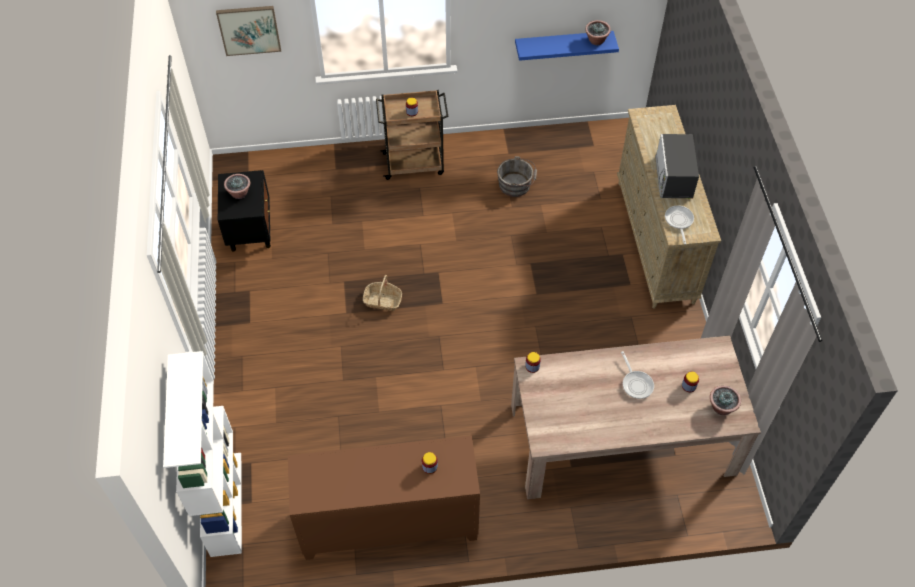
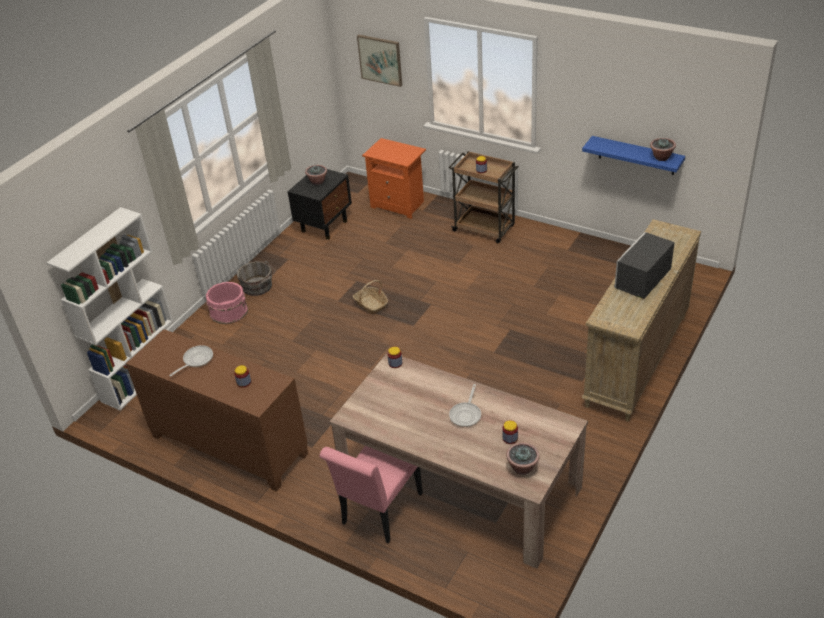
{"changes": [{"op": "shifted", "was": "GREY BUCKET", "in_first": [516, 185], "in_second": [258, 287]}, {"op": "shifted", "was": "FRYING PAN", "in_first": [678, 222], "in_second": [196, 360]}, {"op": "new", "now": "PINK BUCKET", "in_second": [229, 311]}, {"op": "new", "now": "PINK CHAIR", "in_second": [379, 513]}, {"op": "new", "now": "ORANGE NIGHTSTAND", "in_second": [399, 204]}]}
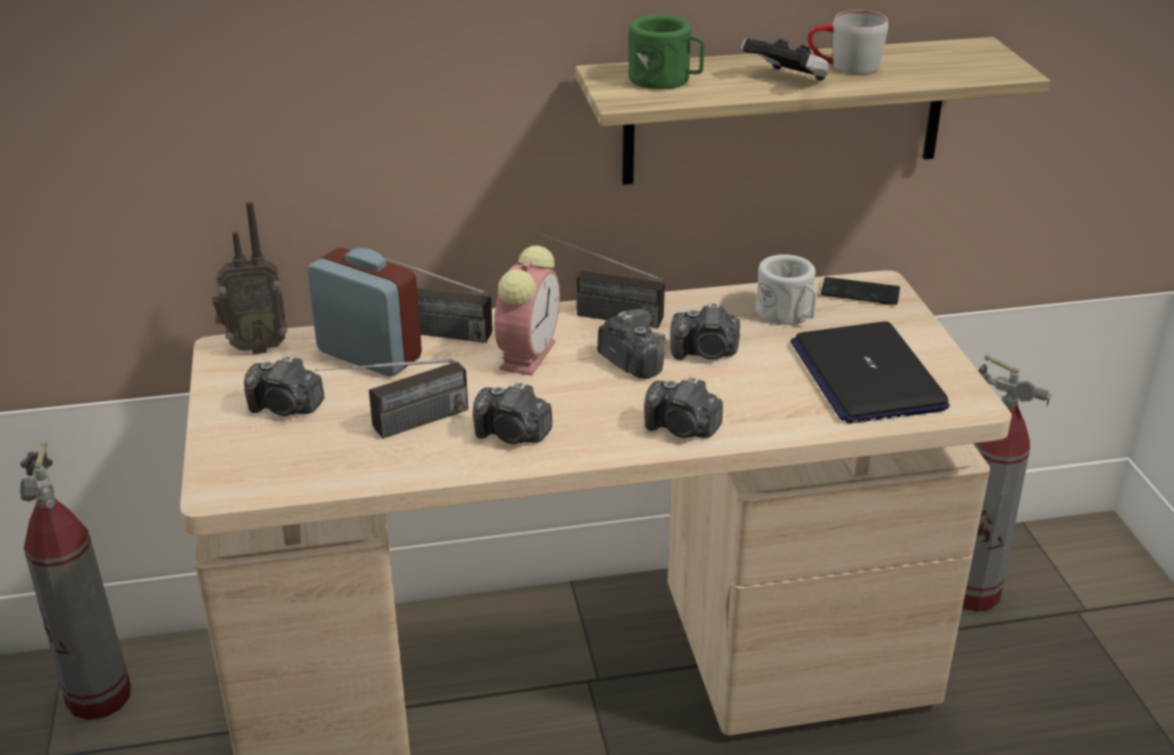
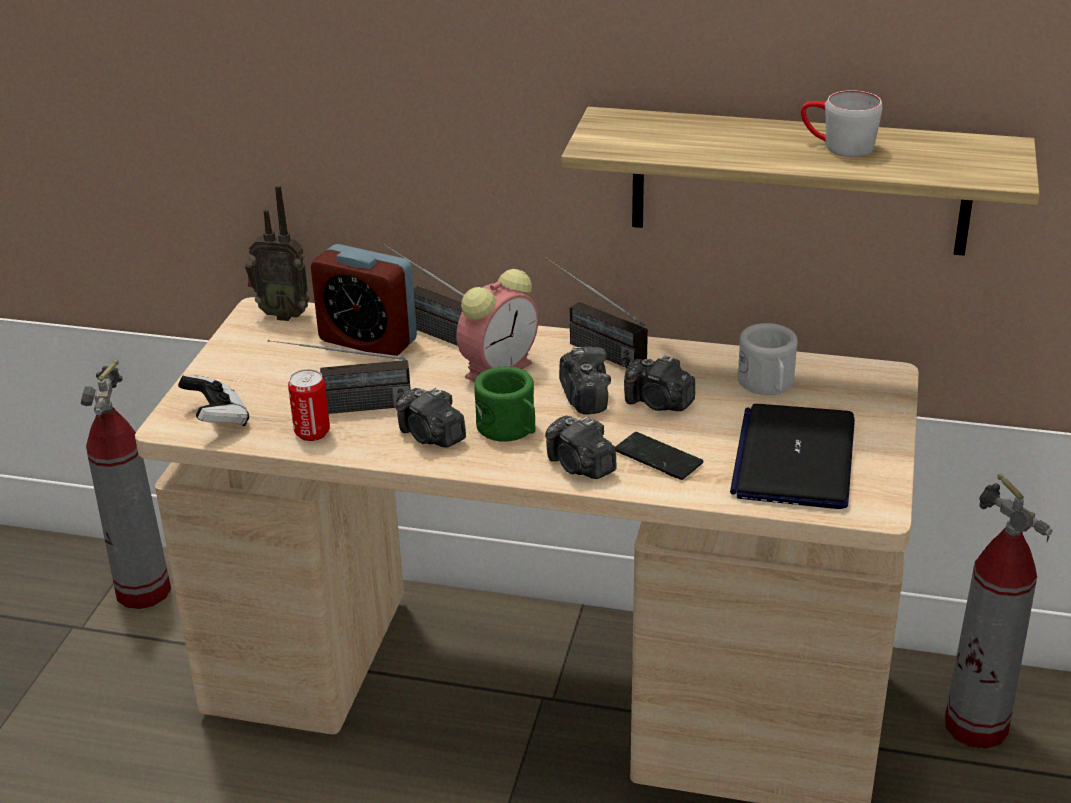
{"changes": [{"op": "gone", "was": "PHOTO CAMERA", "in_first": [286, 408]}, {"op": "rotated", "was": "ALARM CLOCK", "in_first": [369, 354], "in_second": [368, 340], "clockwise": 150}, {"op": "shifted", "was": "GREEN MUG", "in_first": [666, 80], "in_second": [510, 429]}, {"op": "shifted", "was": "GAME CONTROLLER", "in_first": [786, 80], "in_second": [217, 419]}, {"op": "shifted", "was": "PHONE", "in_first": [860, 293], "in_second": [658, 458]}, {"op": "new", "now": "CAN", "in_second": [312, 433]}]}
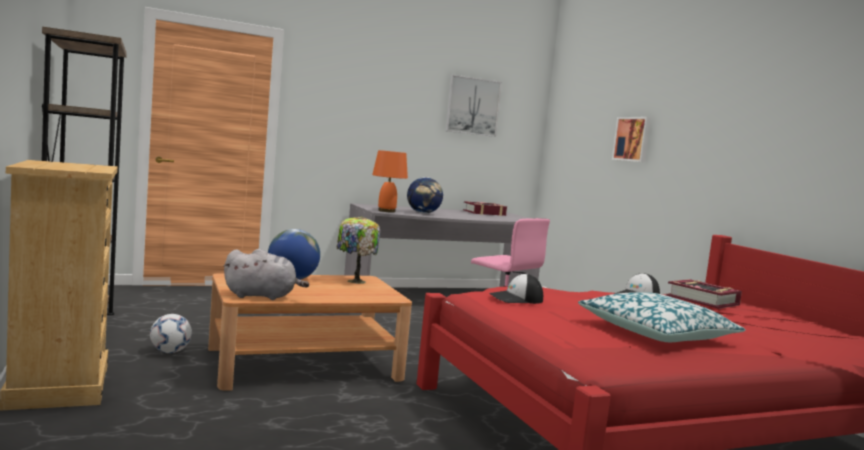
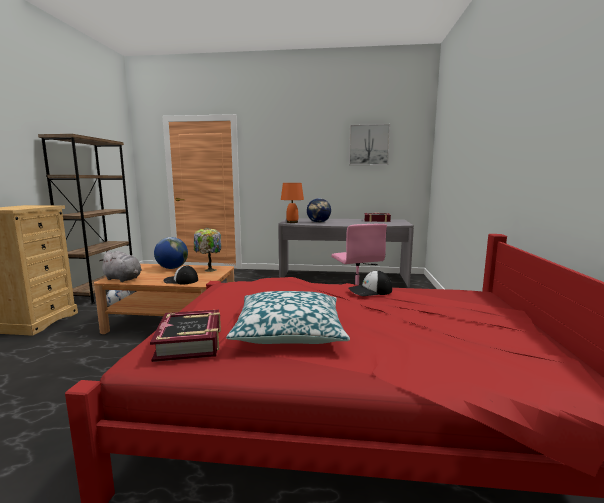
{"changes": [{"op": "shifted", "was": "CAP", "in_first": [516, 299], "in_second": [181, 281]}, {"op": "gone", "was": "PICTURE", "in_first": [633, 139]}, {"op": "shifted", "was": "BOOK", "in_first": [702, 300], "in_second": [190, 342]}]}
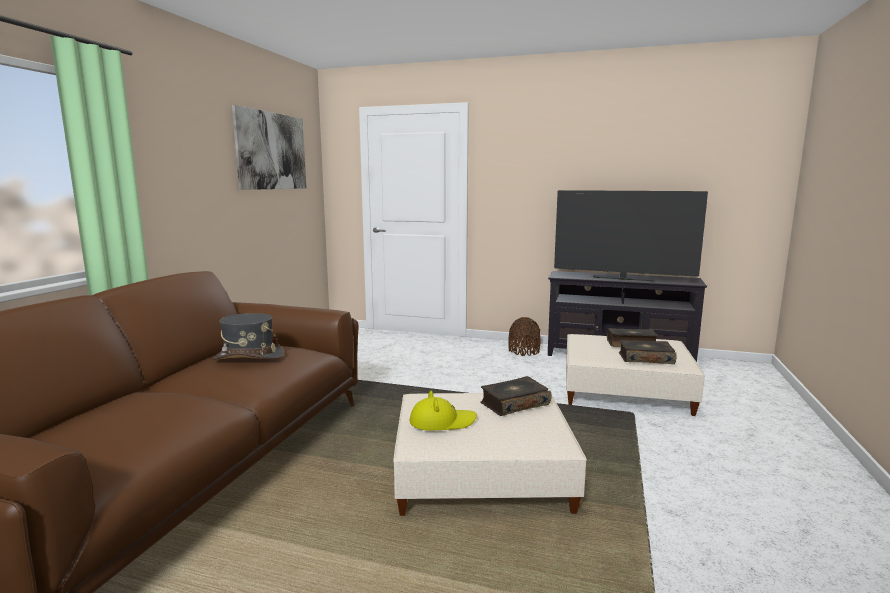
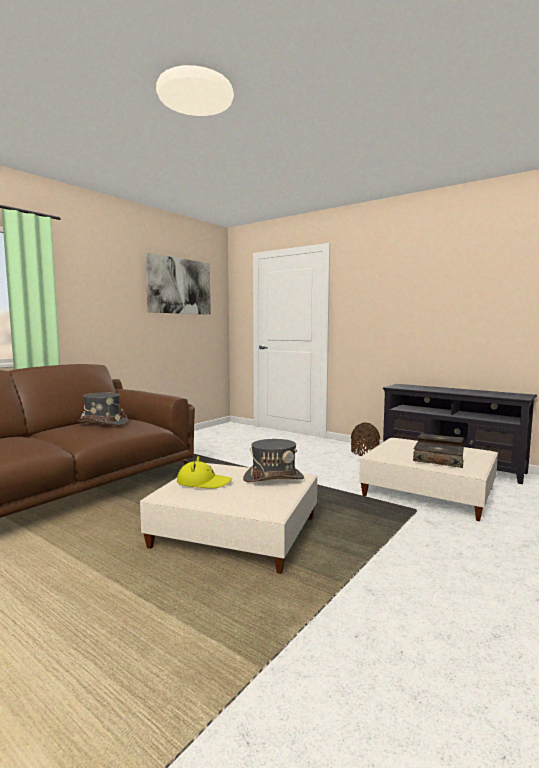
{"changes": [{"op": "swapped", "was": "BOOK", "now": "GREY HAT", "in_first": [514, 404], "in_second": [273, 478]}, {"op": "gone", "was": "TELEVISION", "in_first": [622, 278]}]}
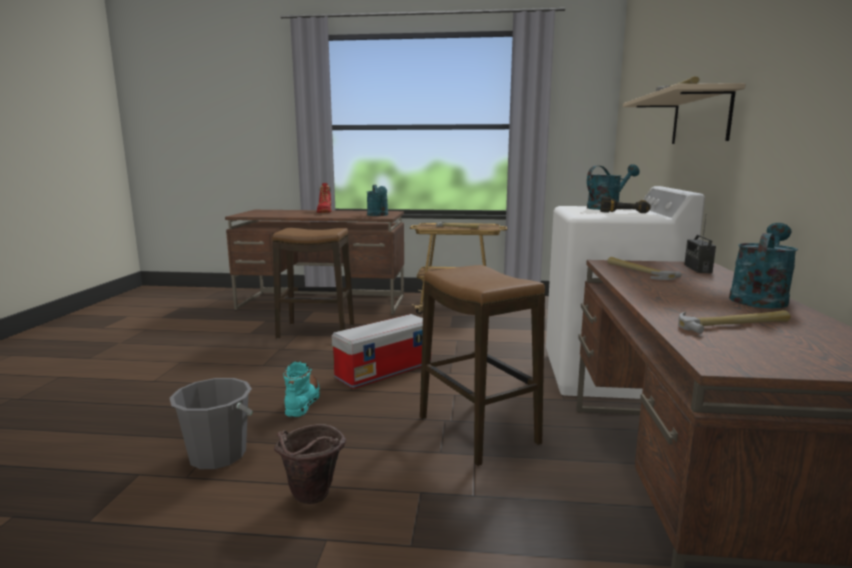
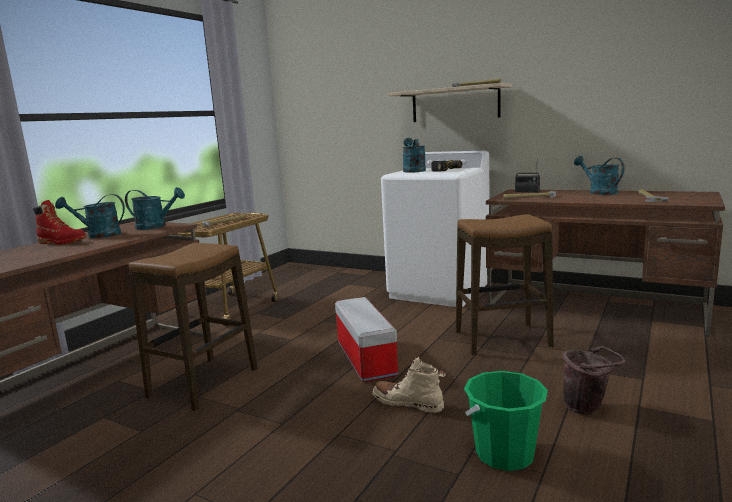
{"changes": [{"op": "repainted", "was": "GREY BUCKET", "now": "GREEN BUCKET", "in_first": [218, 455], "in_second": [504, 454]}, {"op": "repainted", "was": "TURQUOISE BOOT", "now": "BEIGE BOOT", "in_first": [303, 402], "in_second": [408, 403]}, {"op": "new", "now": "TURQUOISE WATERING CAN", "in_second": [98, 235]}]}
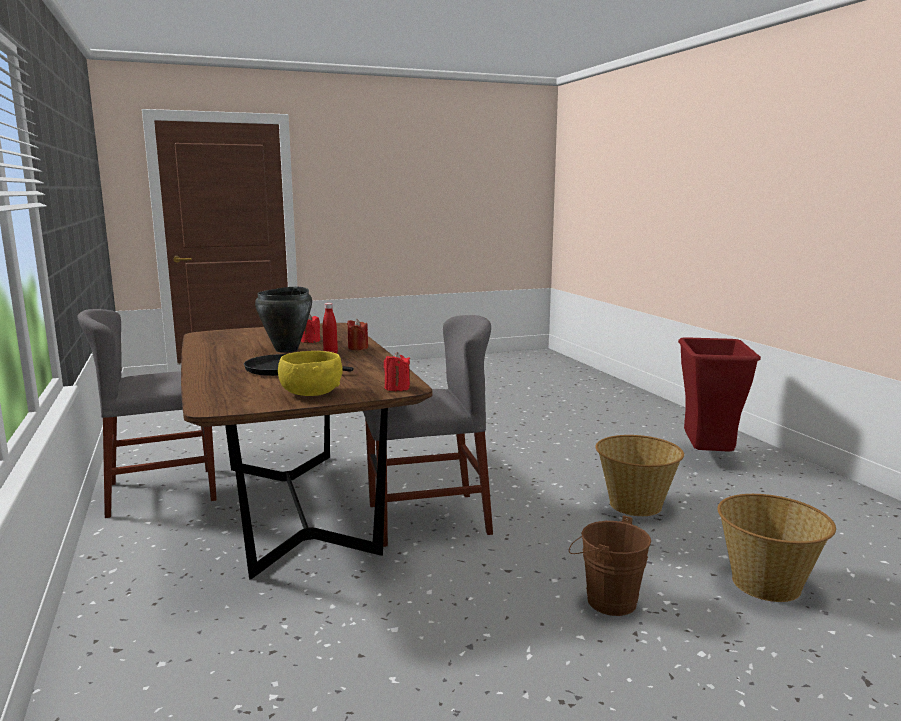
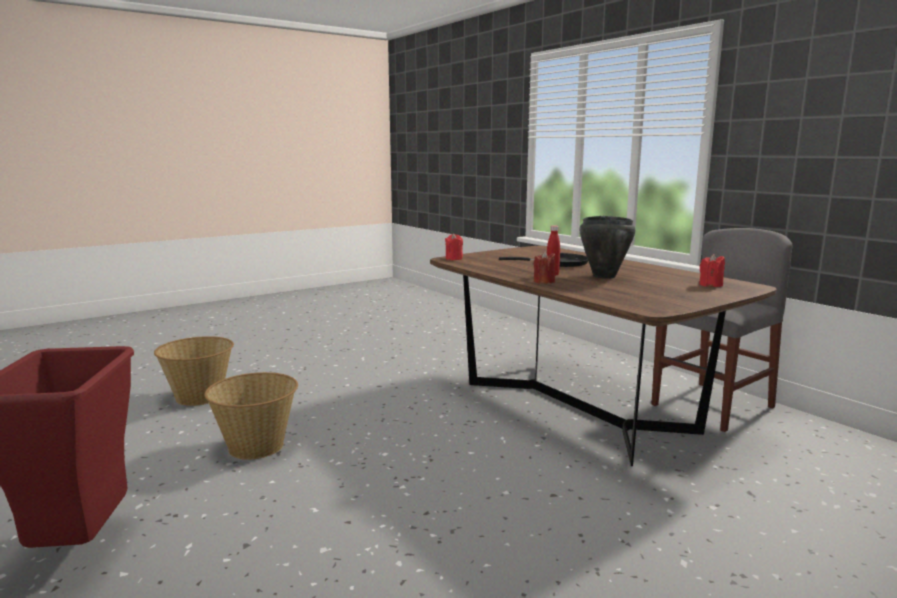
{"changes": [{"op": "gone", "was": "YELLOW BOWL", "in_first": [311, 394]}, {"op": "shifted", "was": "RED CANDLE", "in_first": [310, 341], "in_second": [710, 285]}, {"op": "gone", "was": "GREY CHAIR", "in_first": [428, 519]}, {"op": "gone", "was": "BROWN BUCKET", "in_first": [606, 600]}]}
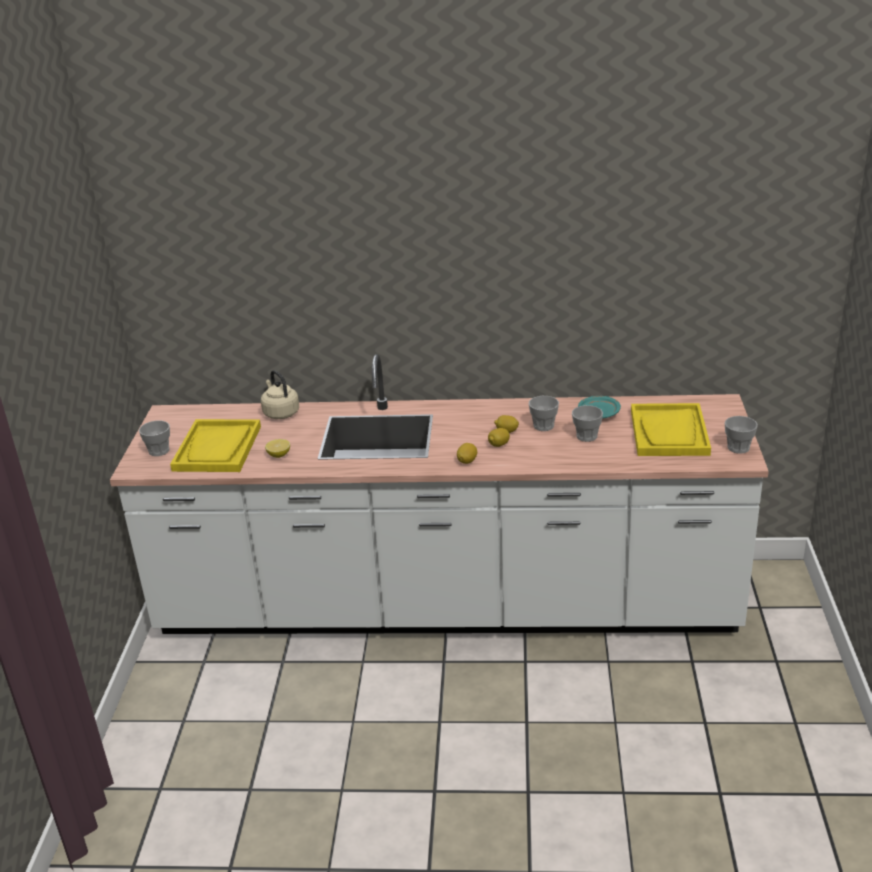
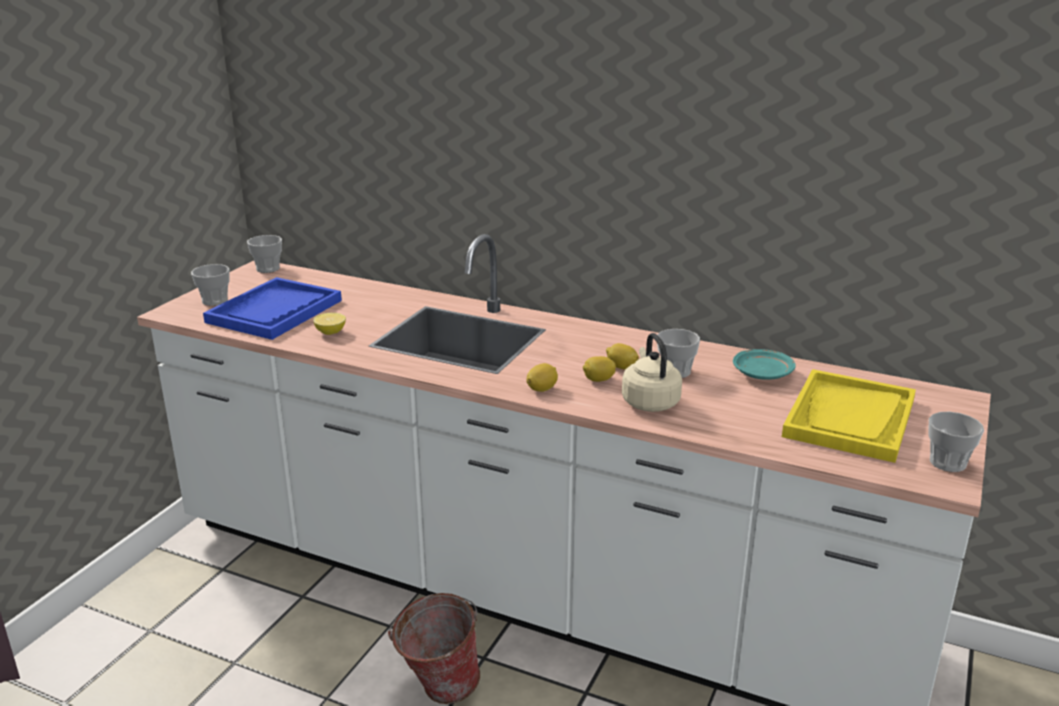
{"changes": [{"op": "repainted", "was": "YELLOW TRAY", "now": "BLUE TRAY", "in_first": [217, 448], "in_second": [274, 311]}, {"op": "shifted", "was": "BEIGE KETTLE", "in_first": [280, 412], "in_second": [649, 401]}, {"op": "shifted", "was": "CUP", "in_first": [586, 436], "in_second": [268, 269]}, {"op": "new", "now": "BUCKET", "in_second": [438, 690]}]}
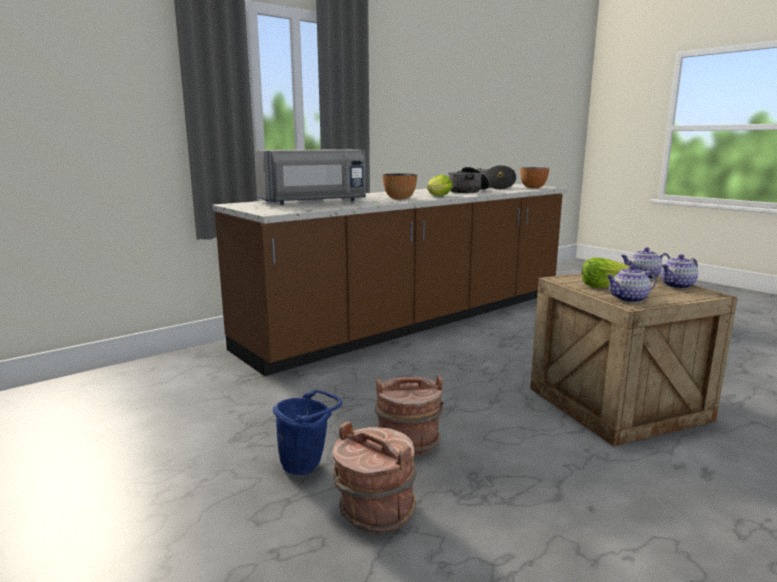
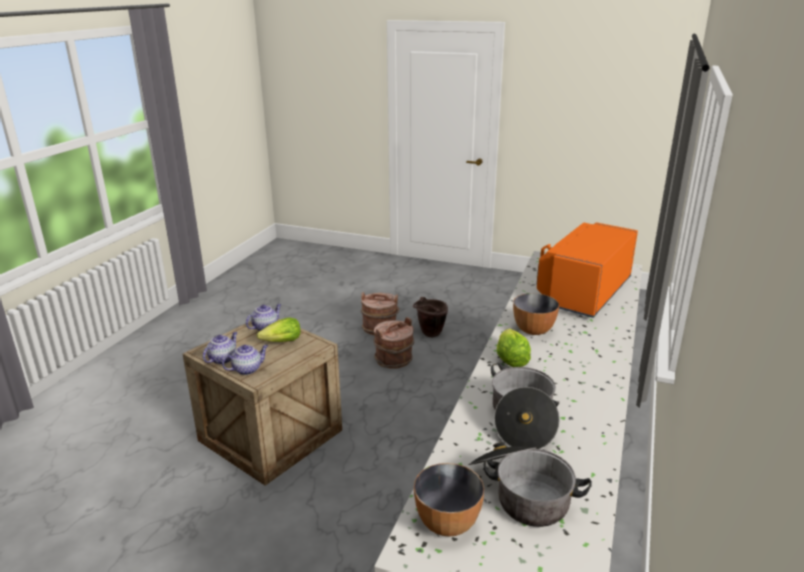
{"changes": [{"op": "repainted", "was": "GREY MICROWAVE", "now": "ORANGE MICROWAVE", "in_first": [314, 202], "in_second": [583, 292]}, {"op": "repainted", "was": "BLUE BUCKET", "now": "BROWN BUCKET", "in_first": [307, 465], "in_second": [429, 335]}]}
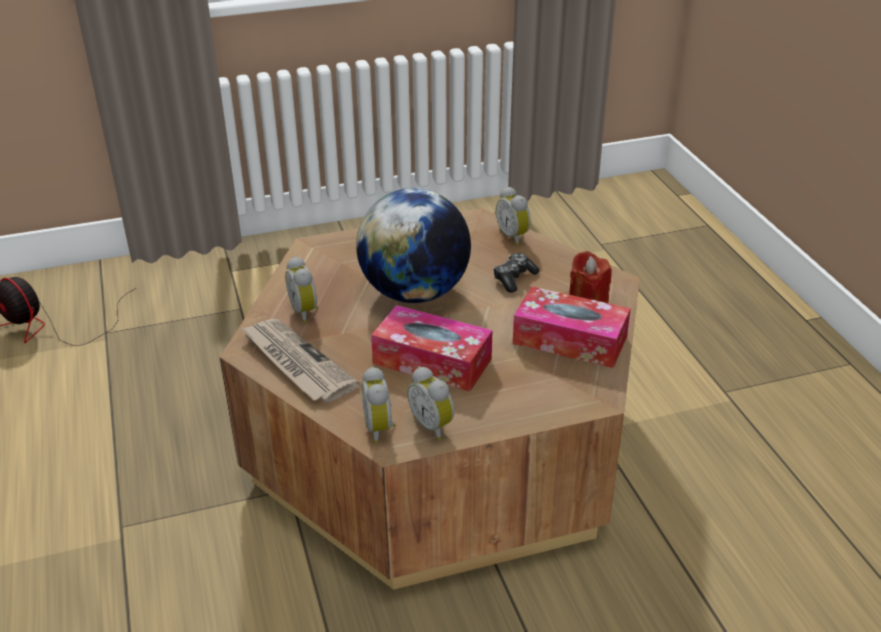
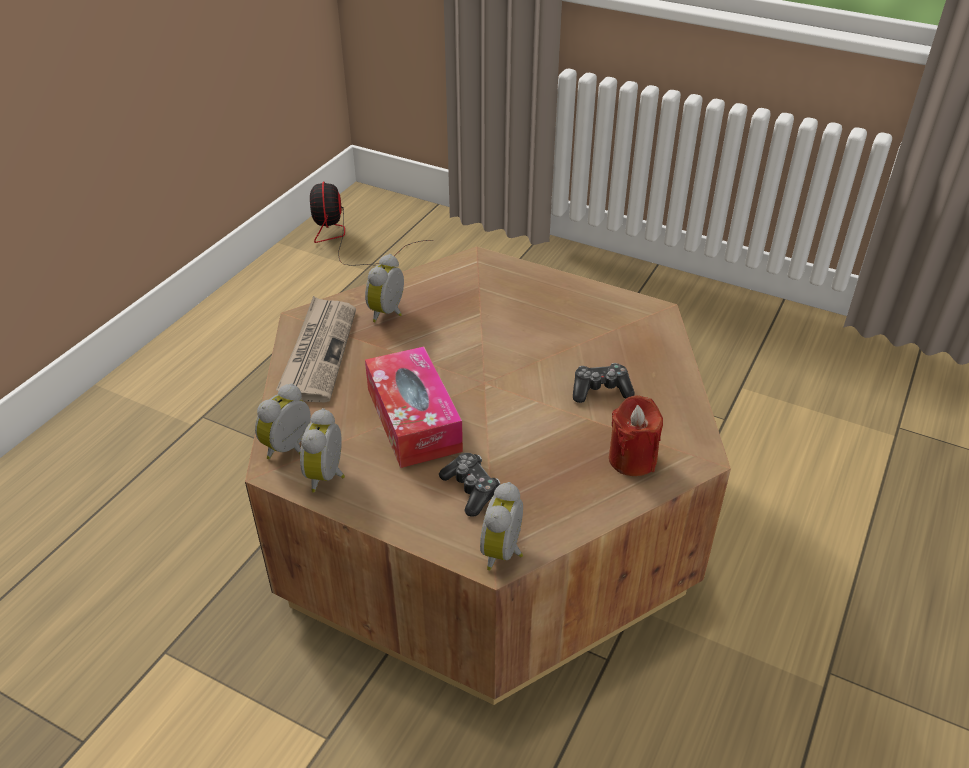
{"changes": [{"op": "gone", "was": "GLOBE", "in_first": [414, 293]}, {"op": "shifted", "was": "ALARM CLOCK", "in_first": [514, 236], "in_second": [505, 553]}, {"op": "gone", "was": "TISSUE BOX", "in_first": [570, 340]}, {"op": "new", "now": "GAME CONTROLLER", "in_second": [471, 489]}]}
